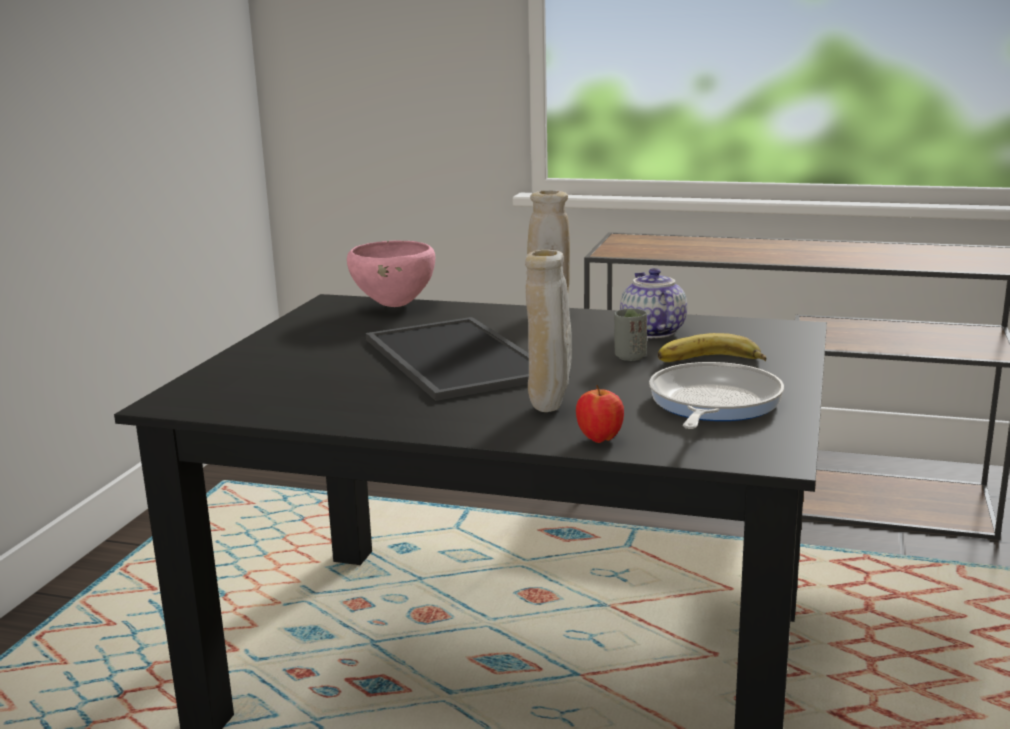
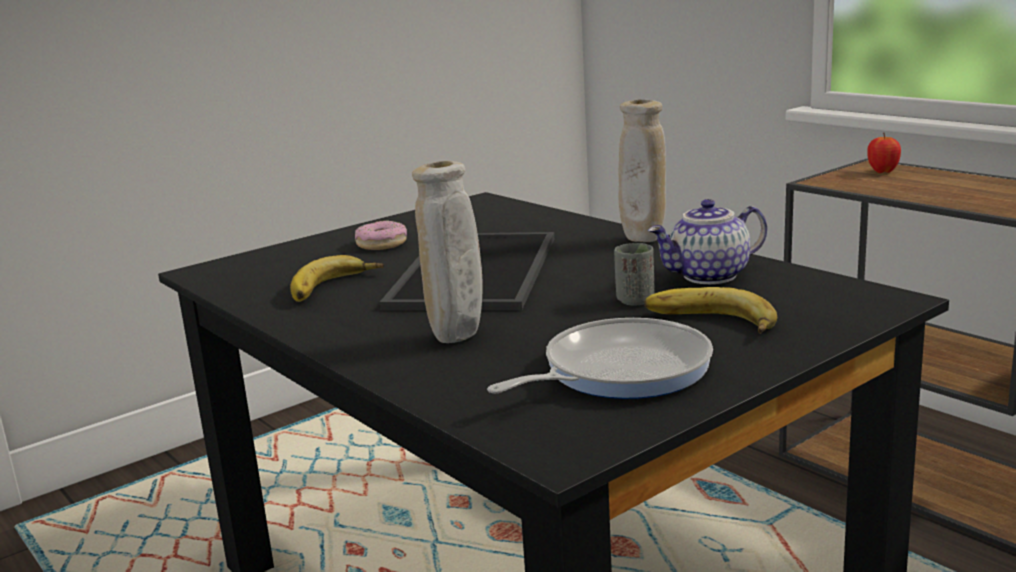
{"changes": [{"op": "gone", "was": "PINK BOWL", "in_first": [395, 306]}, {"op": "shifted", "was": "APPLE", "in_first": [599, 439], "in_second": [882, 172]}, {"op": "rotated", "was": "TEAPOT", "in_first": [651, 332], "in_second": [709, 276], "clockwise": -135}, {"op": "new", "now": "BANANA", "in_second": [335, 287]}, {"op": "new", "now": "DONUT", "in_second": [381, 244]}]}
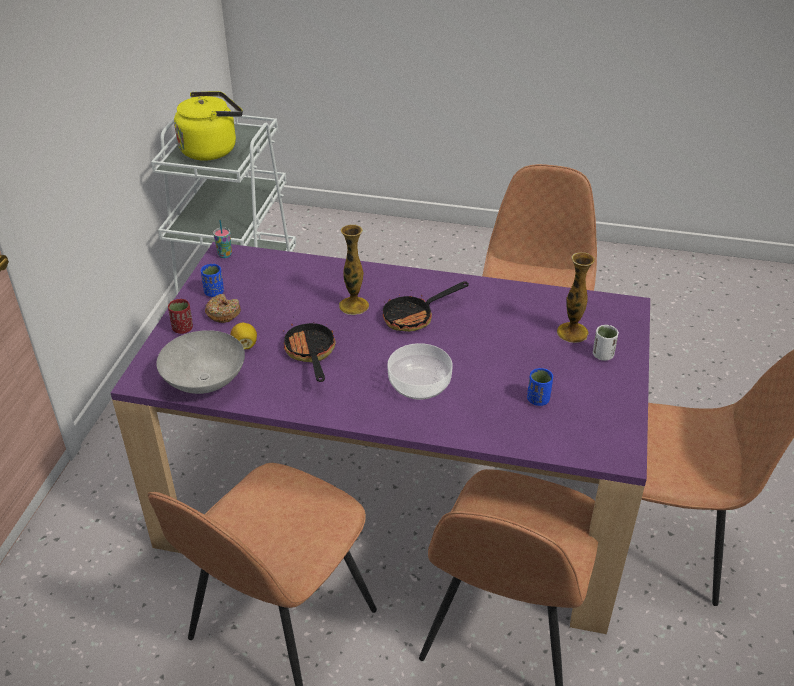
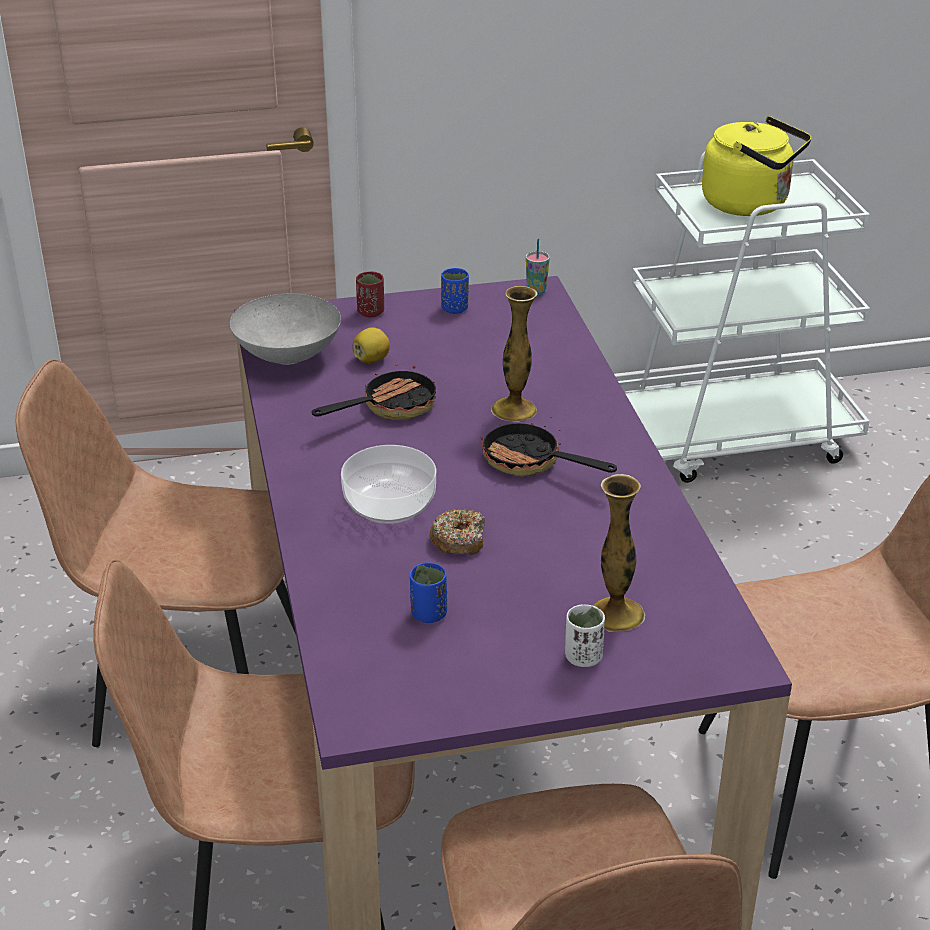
{"changes": [{"op": "shifted", "was": "DONUT", "in_first": [223, 313], "in_second": [459, 540]}]}
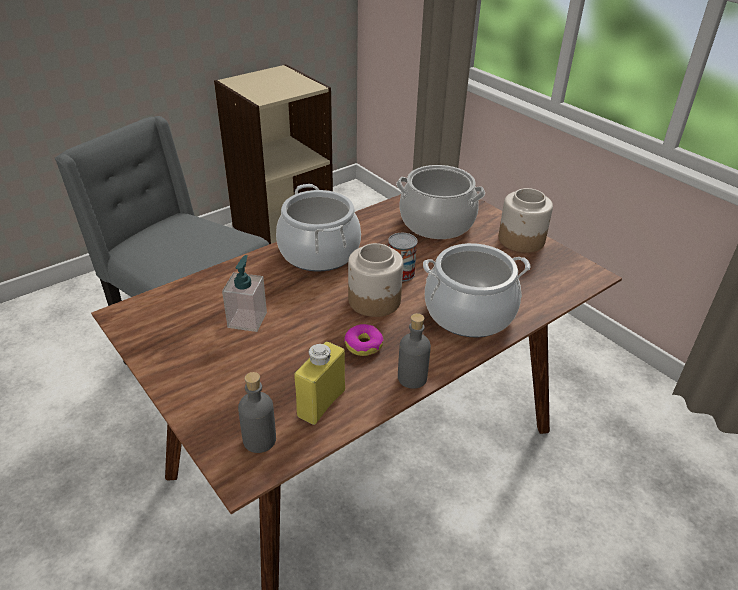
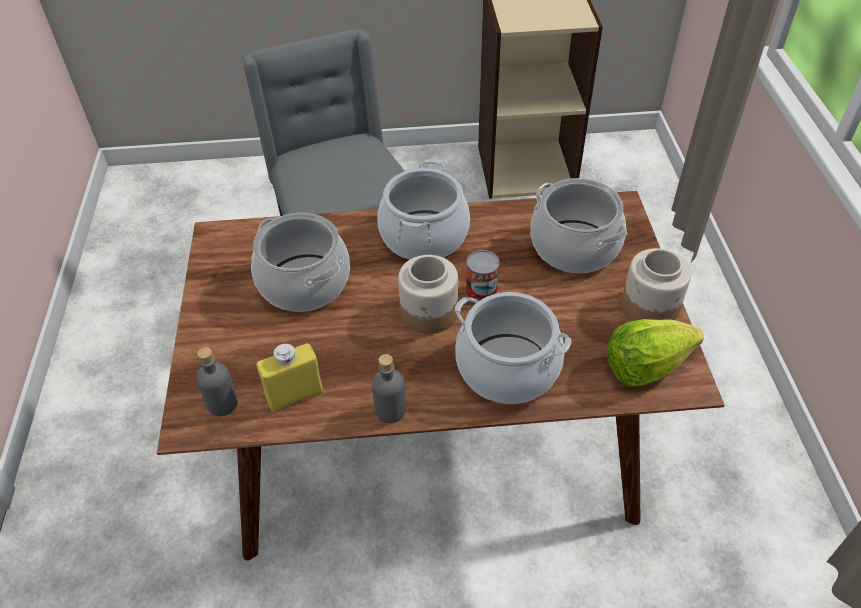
{"changes": [{"op": "swapped", "was": "SOAP DISPENSER", "now": "COOKING POT", "in_first": [247, 320], "in_second": [303, 283]}, {"op": "gone", "was": "DONUT", "in_first": [363, 345]}, {"op": "new", "now": "LETTUCE", "in_second": [645, 366]}]}
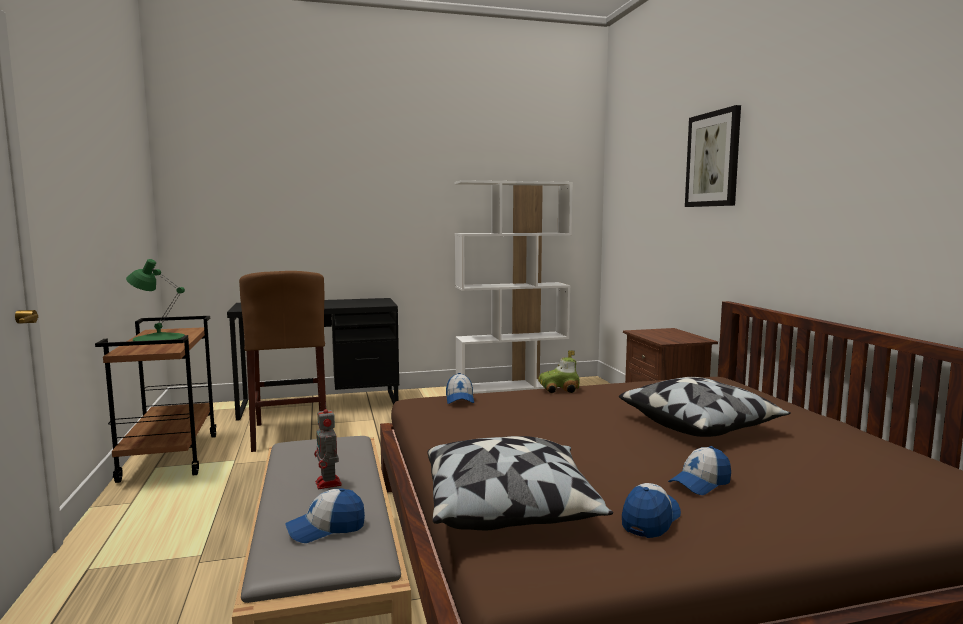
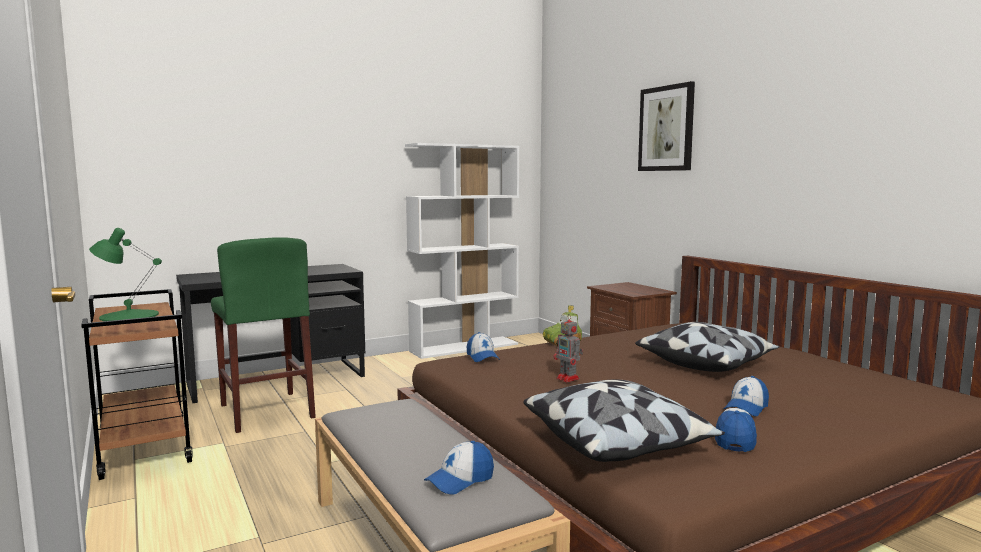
{"changes": [{"op": "repainted", "was": "BROWN STOOL", "now": "GREEN STOOL", "in_first": [290, 434], "in_second": [266, 411]}, {"op": "shifted", "was": "TOY ROBOT", "in_first": [328, 484], "in_second": [568, 379]}]}
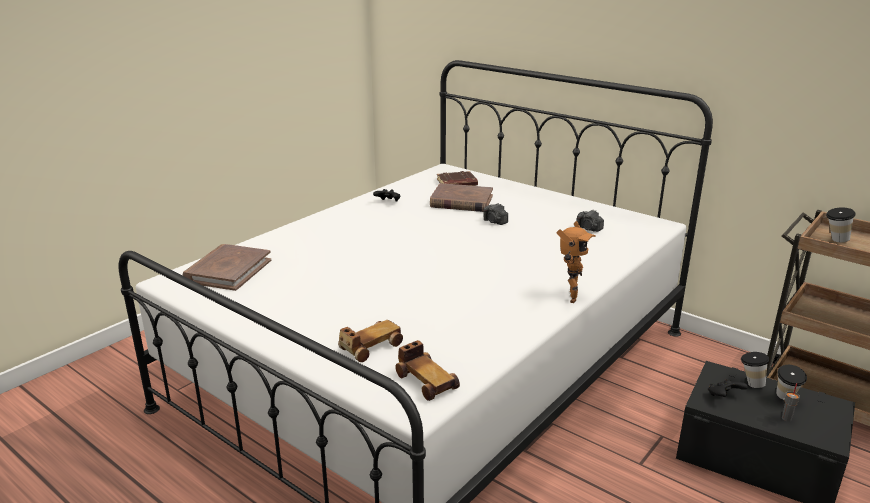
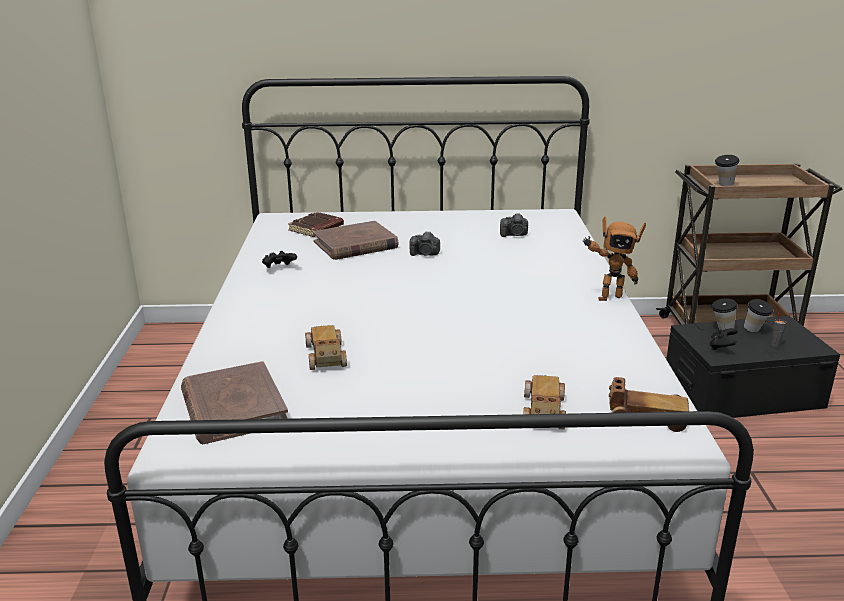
{"changes": [{"op": "rotated", "was": "TOY ROBOT", "in_first": [569, 297], "in_second": [608, 297], "clockwise": 105}, {"op": "new", "now": "TOY CAR", "in_second": [326, 357]}]}
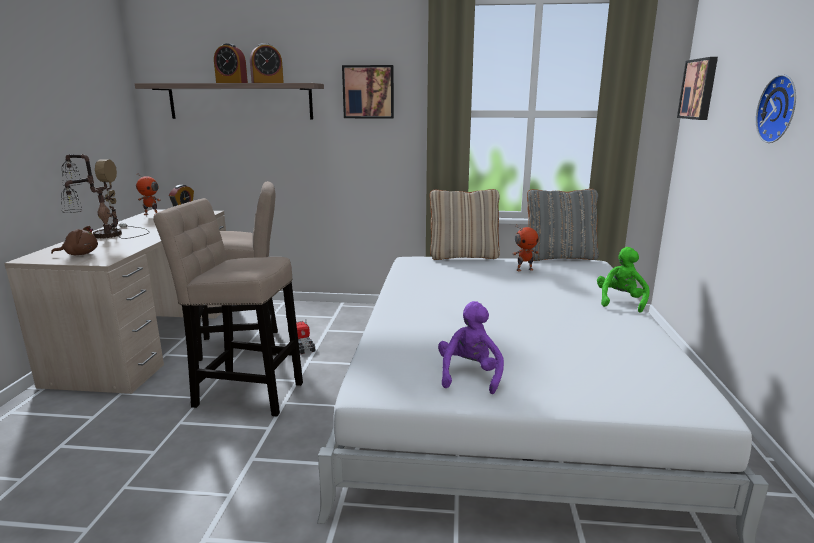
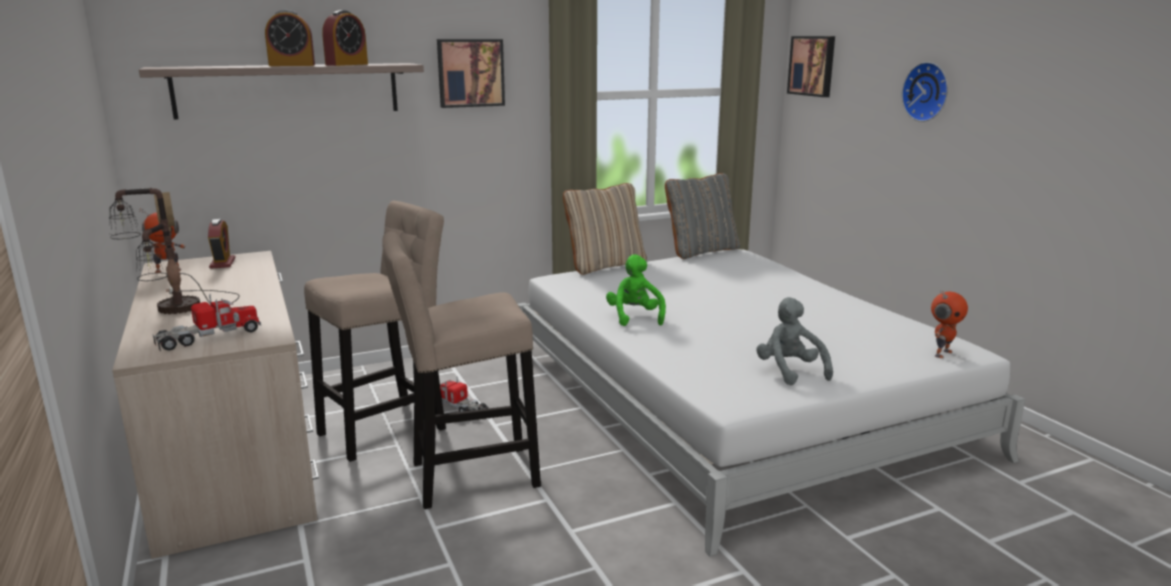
{"changes": [{"op": "swapped", "was": "BROWN PLUSH TOY", "now": "TOY TRUCK", "in_first": [80, 254], "in_second": [208, 337]}, {"op": "repainted", "was": "PURPLE PLUSH TOY", "now": "GREY PLUSH TOY", "in_first": [469, 375], "in_second": [789, 371]}, {"op": "shifted", "was": "TOY ROBOT", "in_first": [524, 269], "in_second": [941, 353]}, {"op": "shifted", "was": "GREEN PLUSH TOY", "in_first": [620, 301], "in_second": [634, 317]}]}
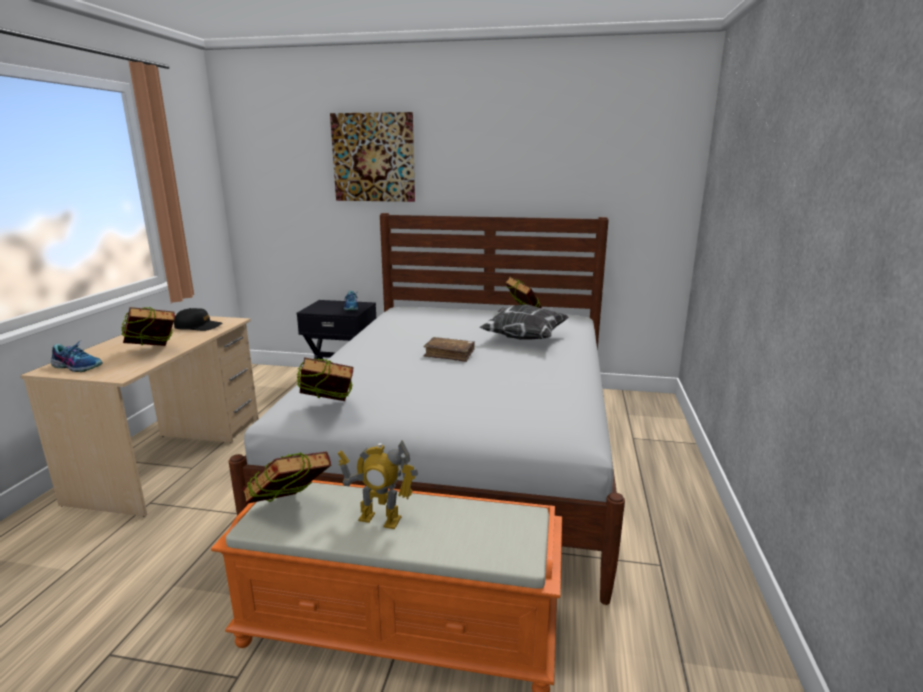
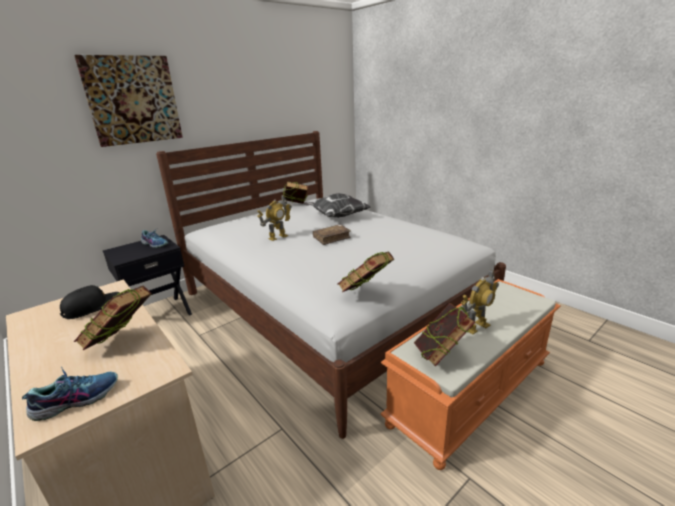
{"changes": [{"op": "new", "now": "TOY ROBOT", "in_second": [278, 237]}]}
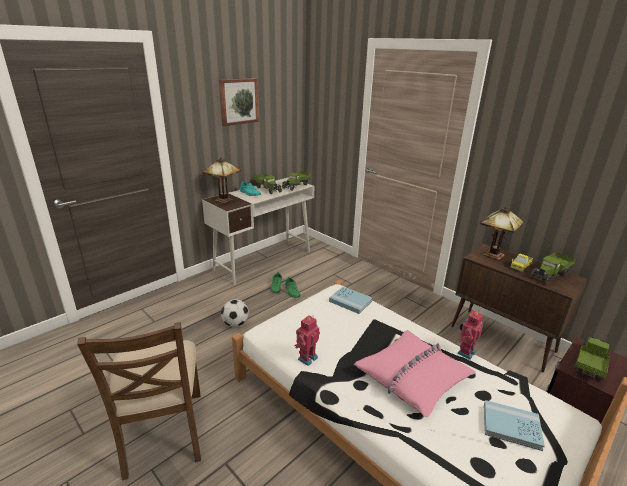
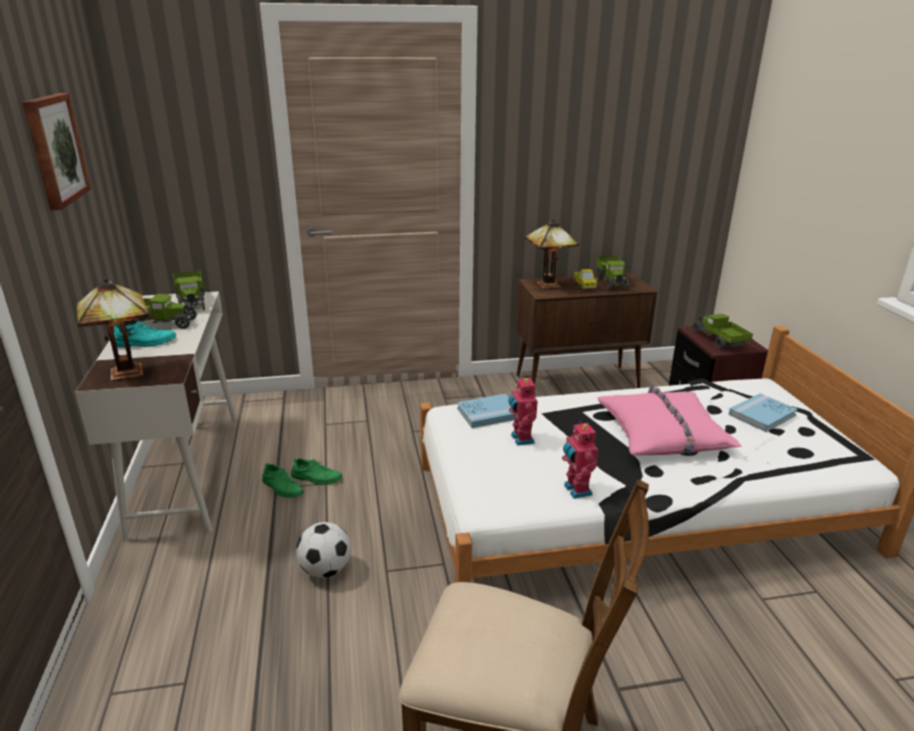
{"changes": [{"op": "shifted", "was": "TOY ROBOT", "in_first": [465, 352], "in_second": [520, 439]}]}
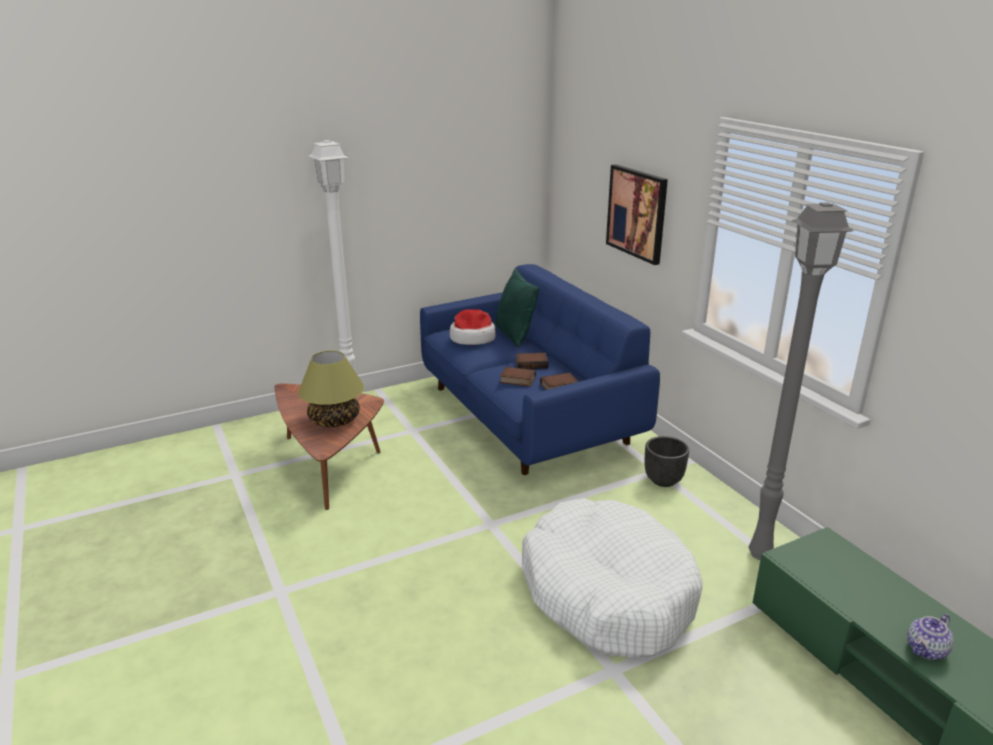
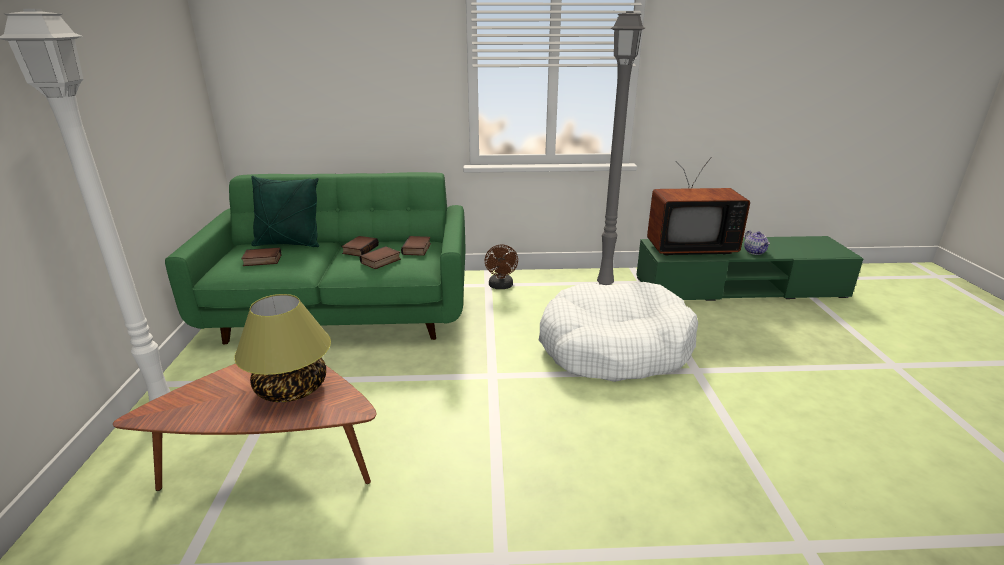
{"changes": [{"op": "repainted", "was": "BLUE SOFA", "now": "GREEN SOFA", "in_first": [527, 415], "in_second": [344, 311]}, {"op": "swapped", "was": "HAT", "now": "BOOK", "in_first": [472, 338], "in_second": [261, 261]}, {"op": "gone", "was": "PICTURE", "in_first": [637, 213]}, {"op": "swapped", "was": "BLACK PLANTER", "now": "BROWN FAN", "in_first": [664, 480], "in_second": [501, 286]}, {"op": "new", "now": "TELEVISION", "in_second": [688, 247]}]}
